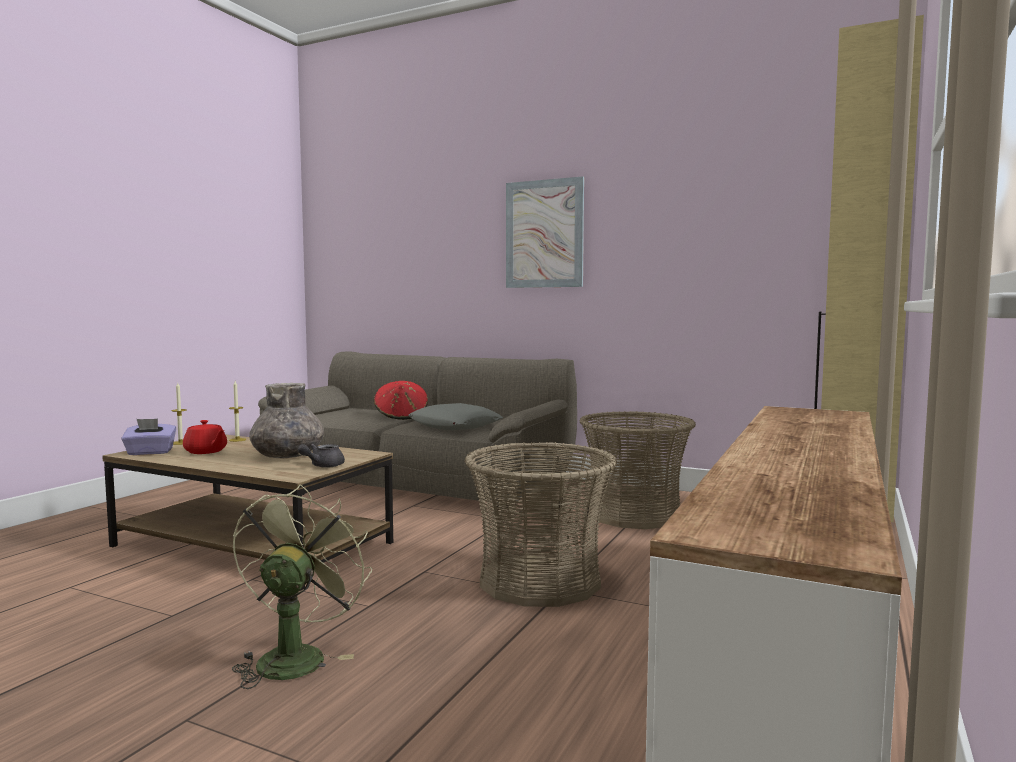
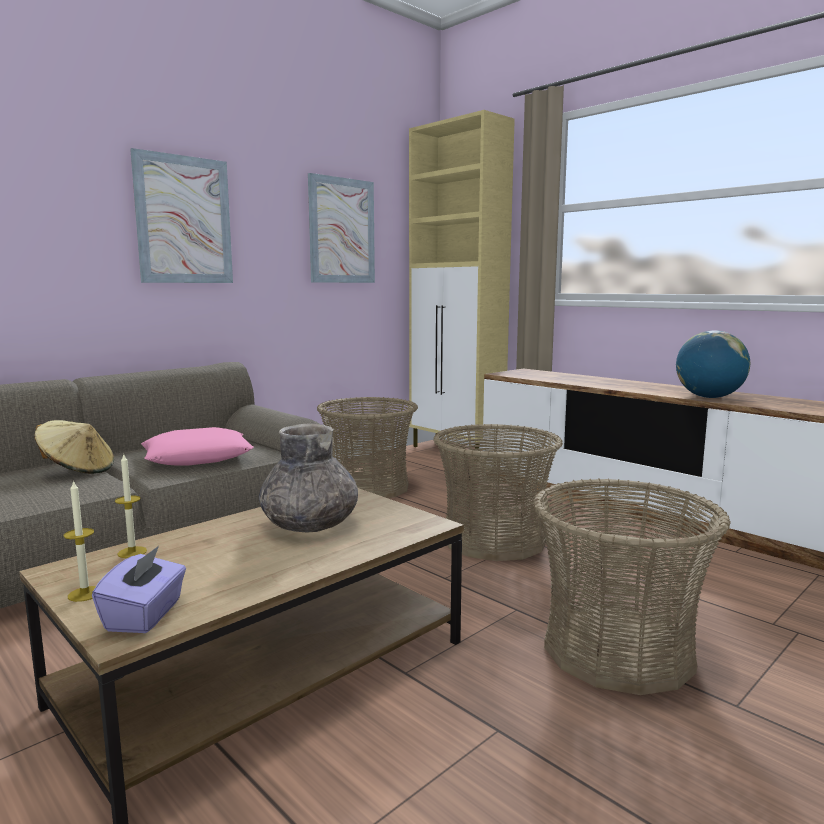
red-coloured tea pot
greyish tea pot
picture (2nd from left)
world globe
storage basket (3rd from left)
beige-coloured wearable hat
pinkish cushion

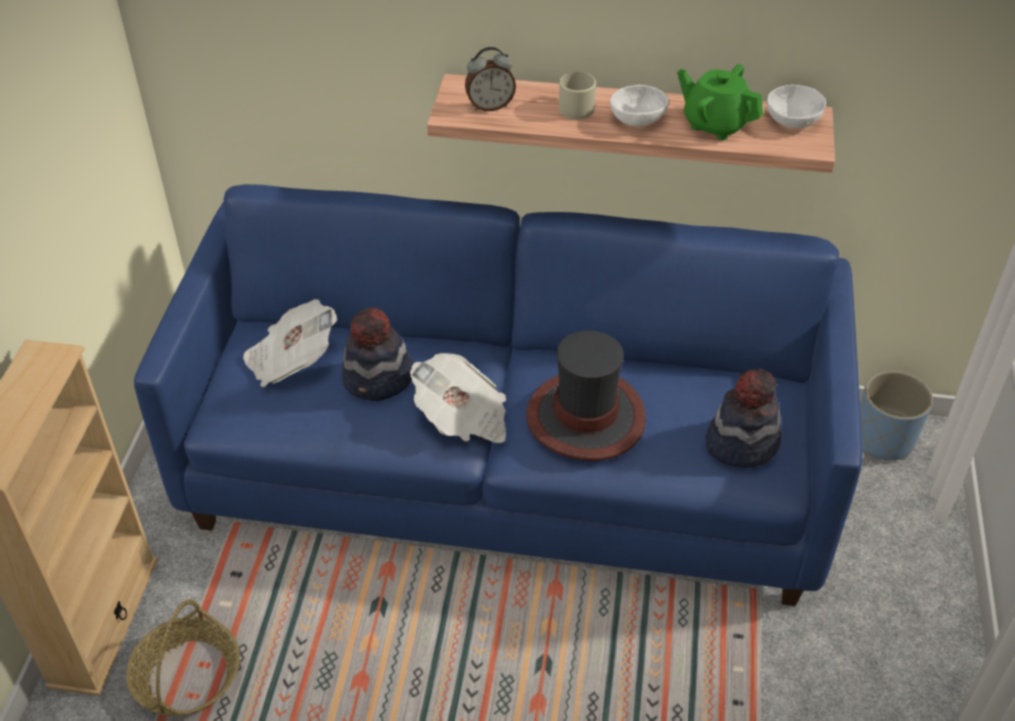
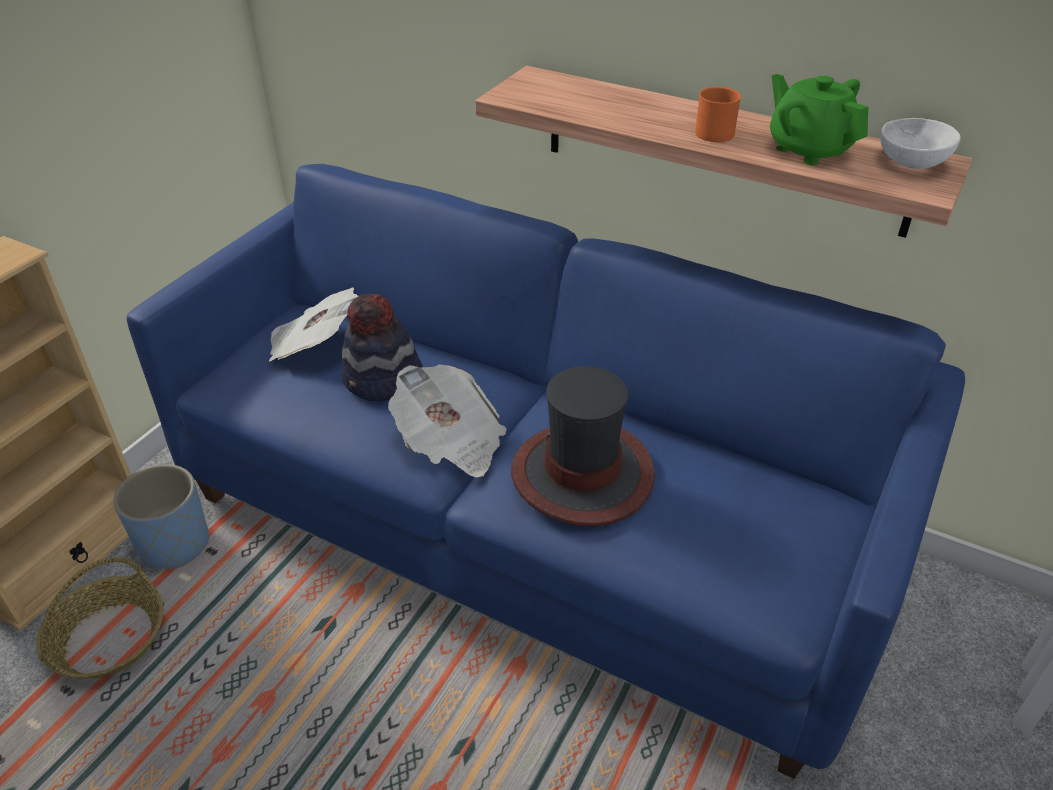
table clock
beige-coloured tea mug
wearable hat (3rd from left in the first image)
blue plant pot
orange tea mug

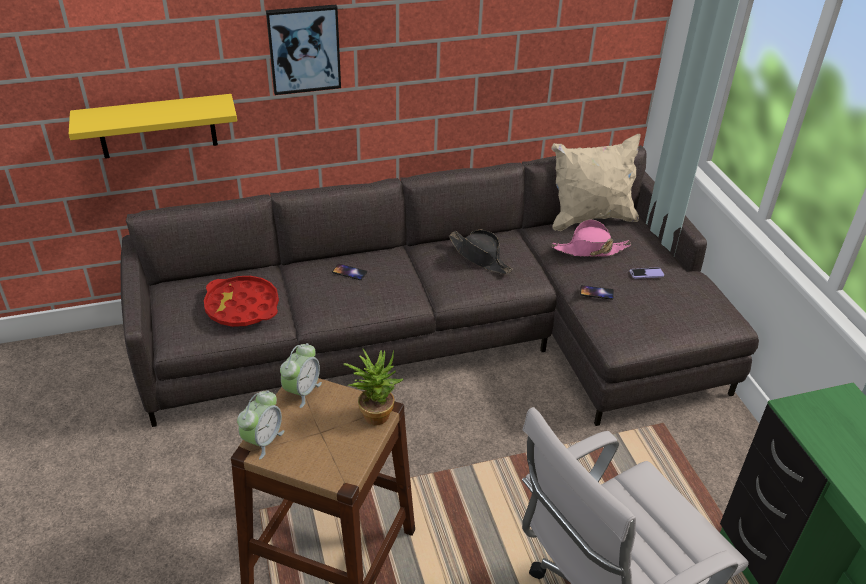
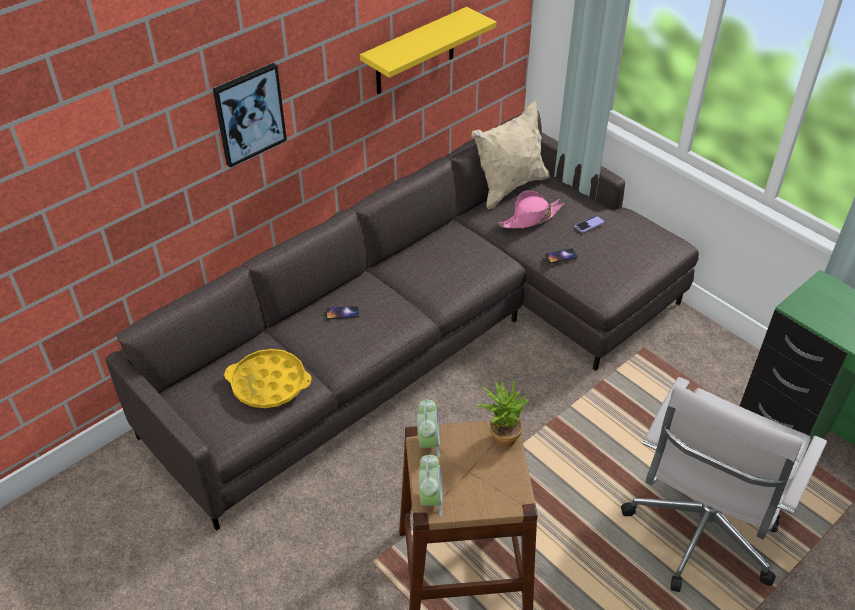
black-coloured wearable hat
yellow bracket shelf
yellow carrying tray

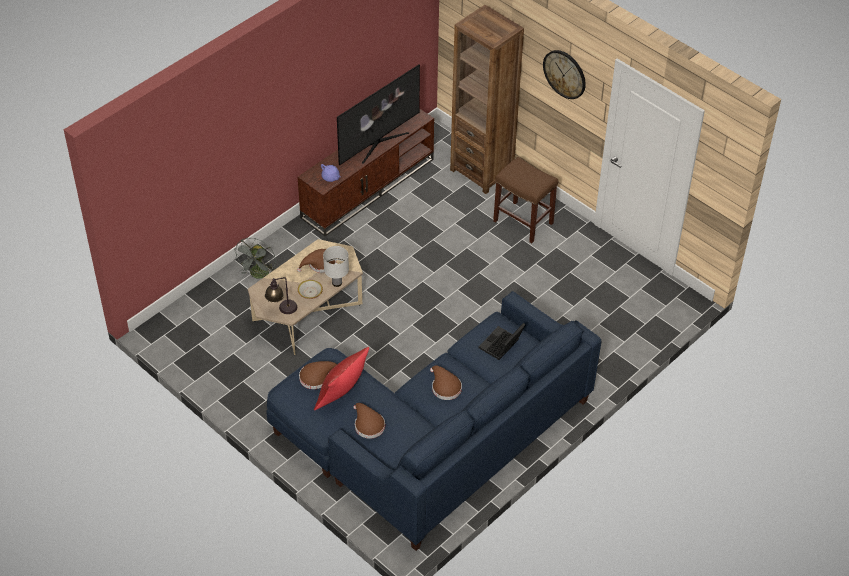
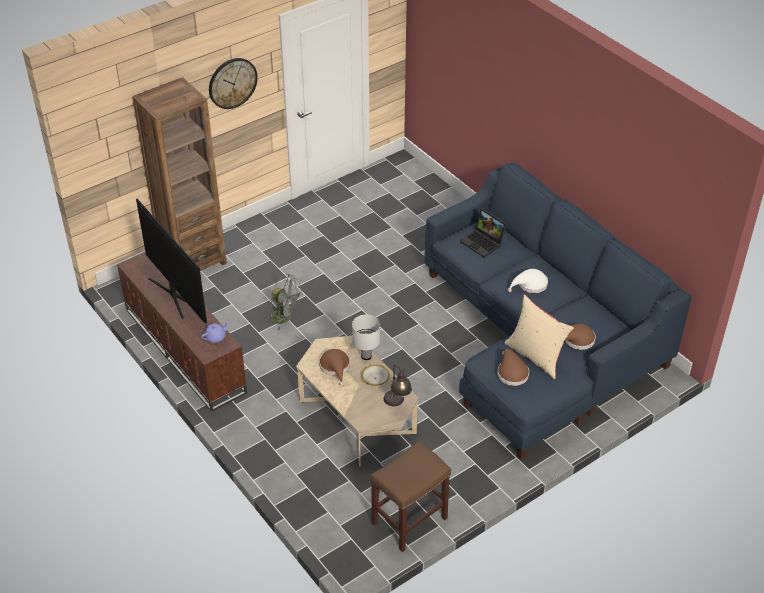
greyish fan
brownish sitting stool
beige-coloured cushion
white wearable hat

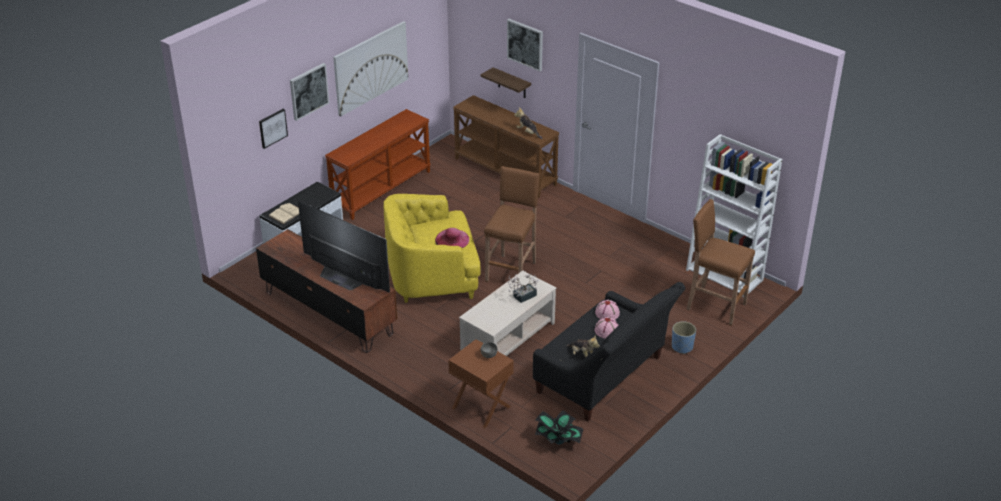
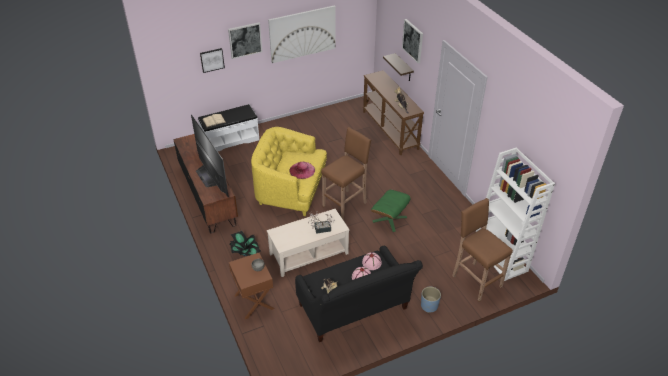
brownish console table (1st from left in the first image)
green ottoman
houseplant (1st from left)

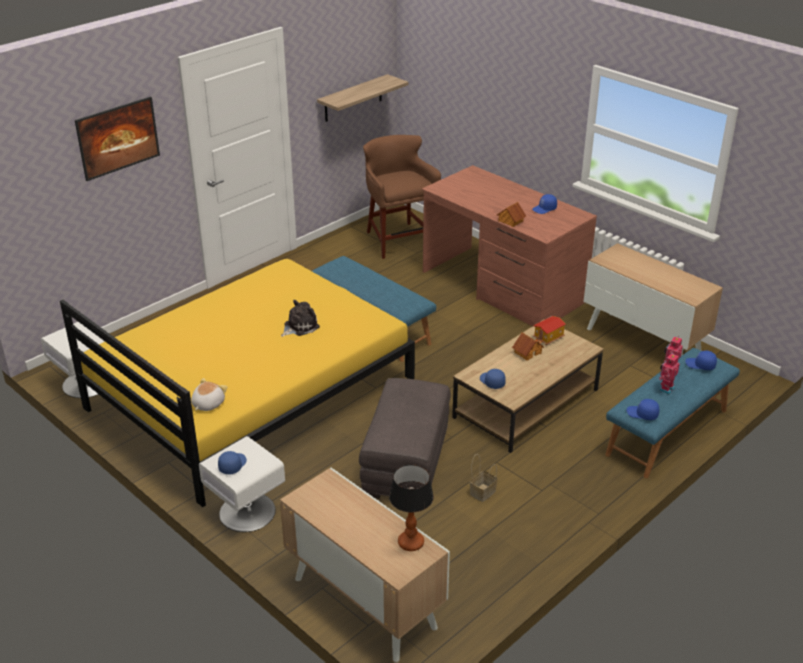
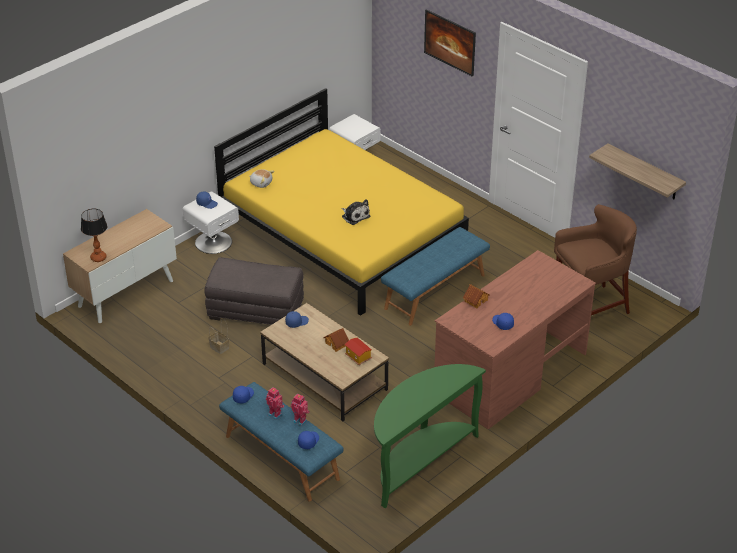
green console table

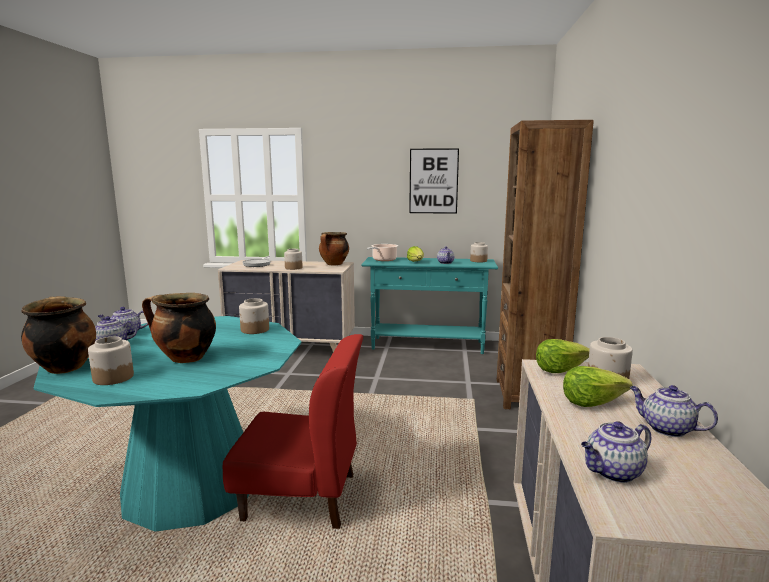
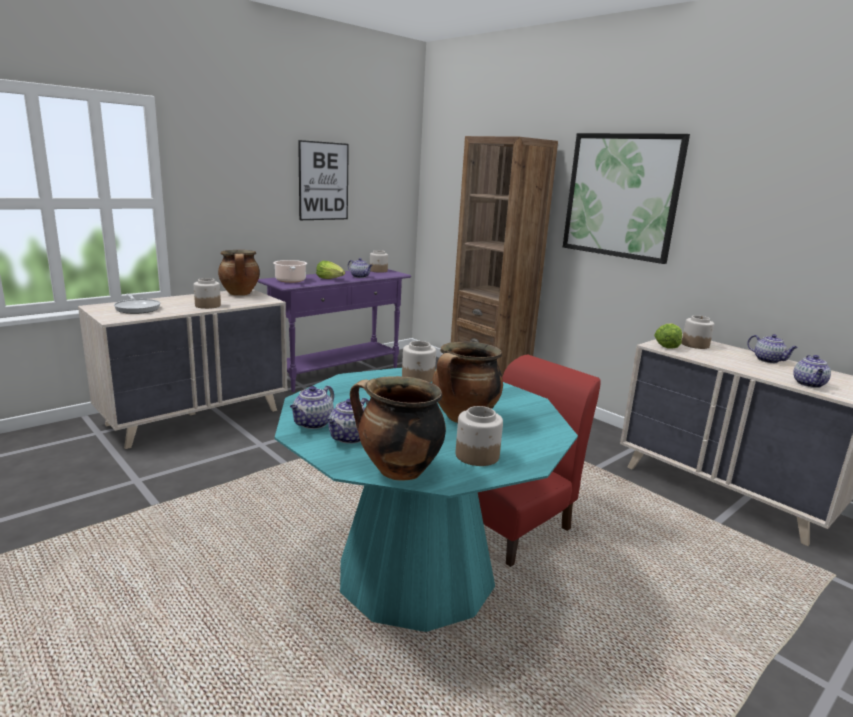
lettuce (3rd from left in the first image)
picture (2nd from left)
purplish console table
tea pot (4th from left)

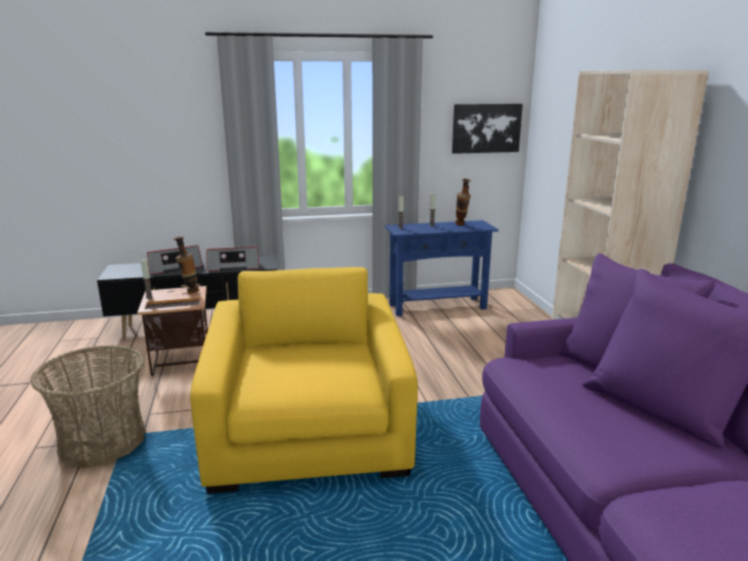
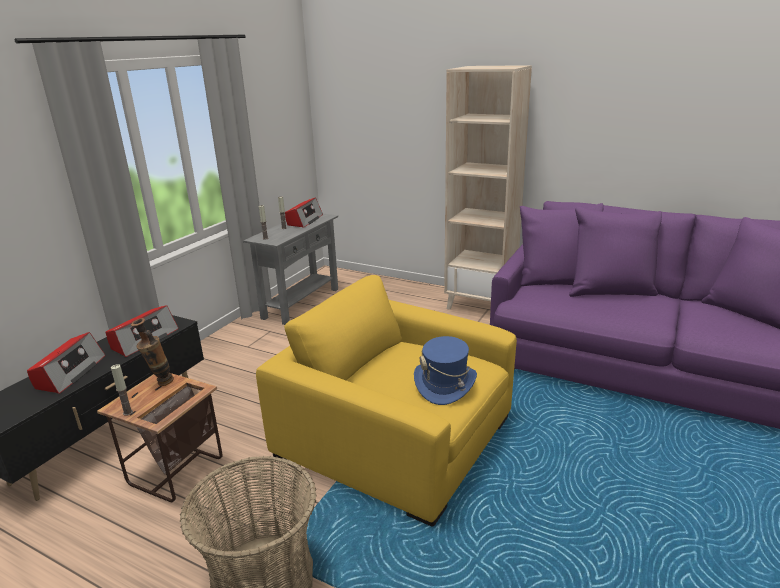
picture
blue wearable hat
radio receiver (3rd from left)
greyish console table

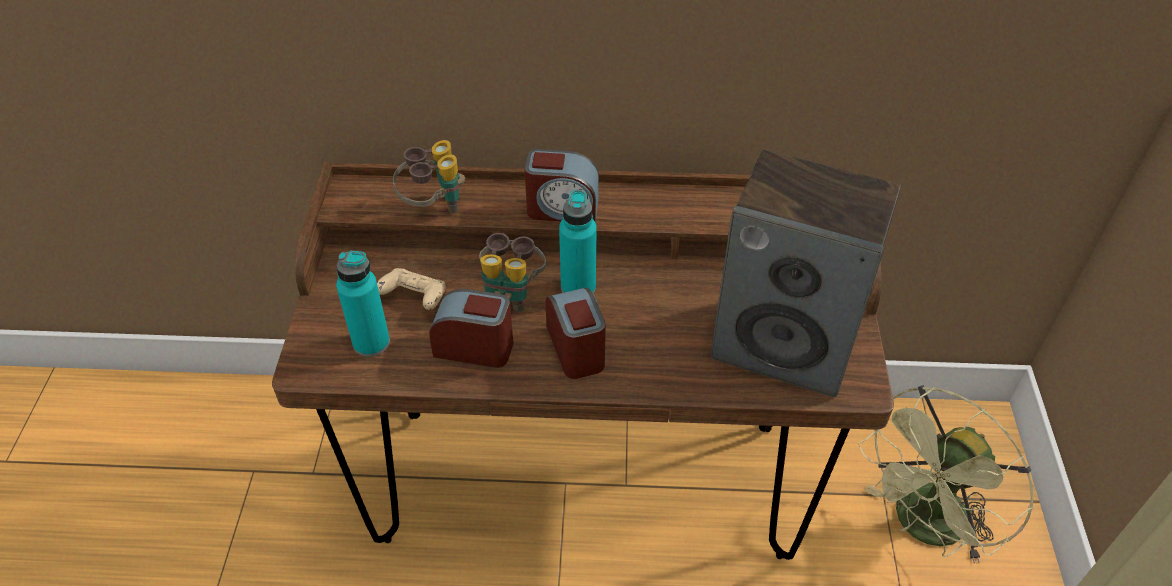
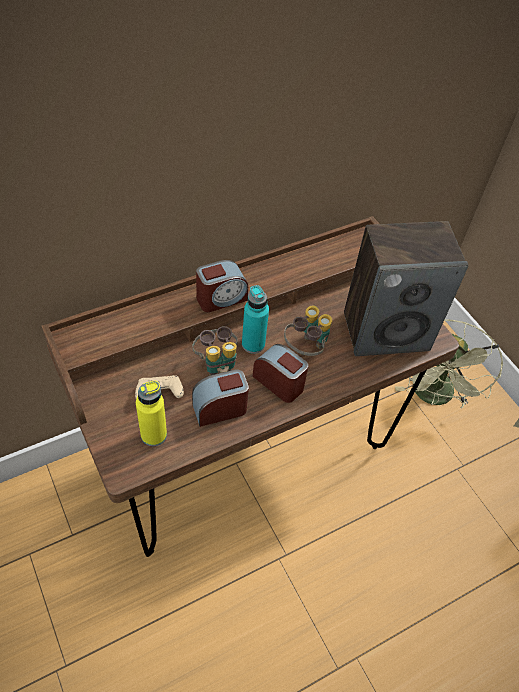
pair of binoculars (2nd from left)
yellow bottle

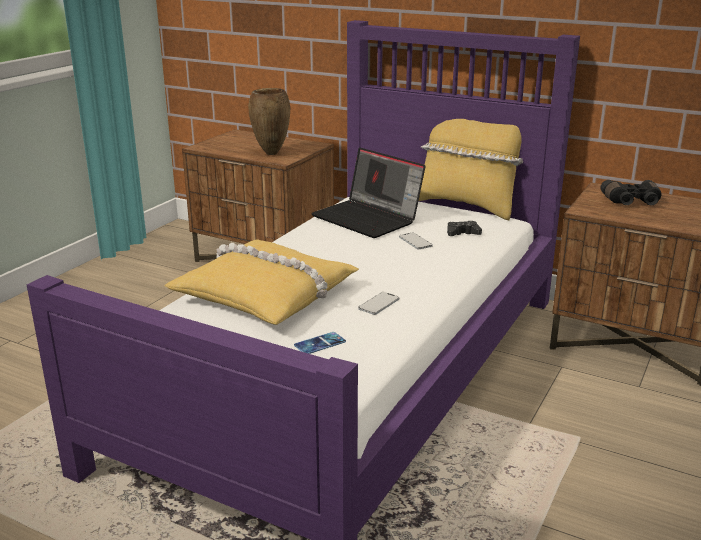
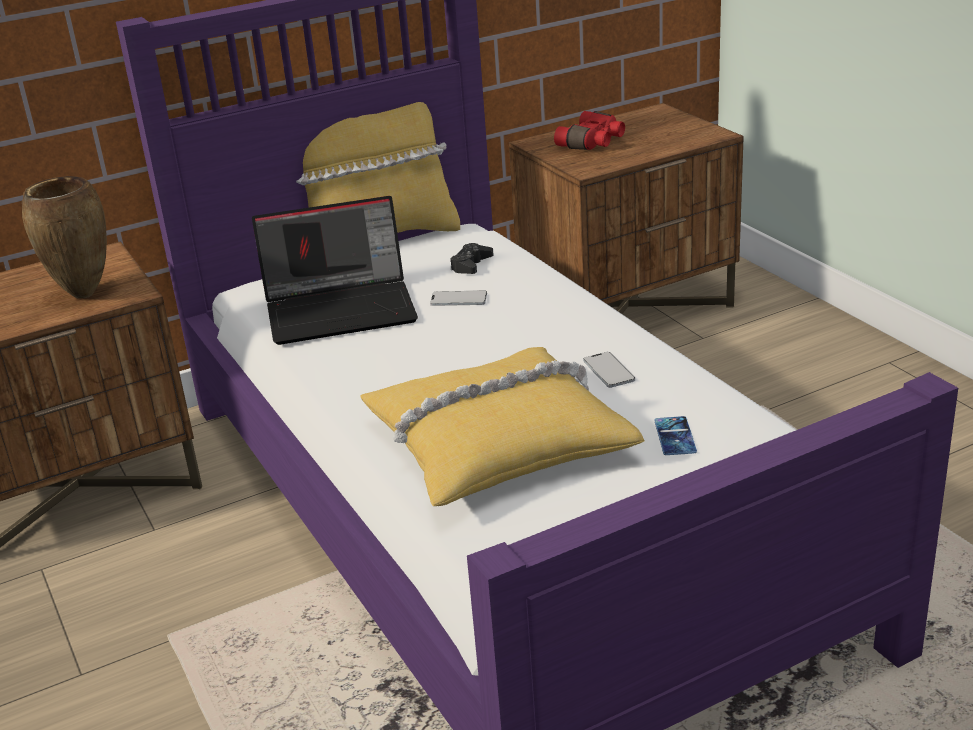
red-coloured pair of binoculars

